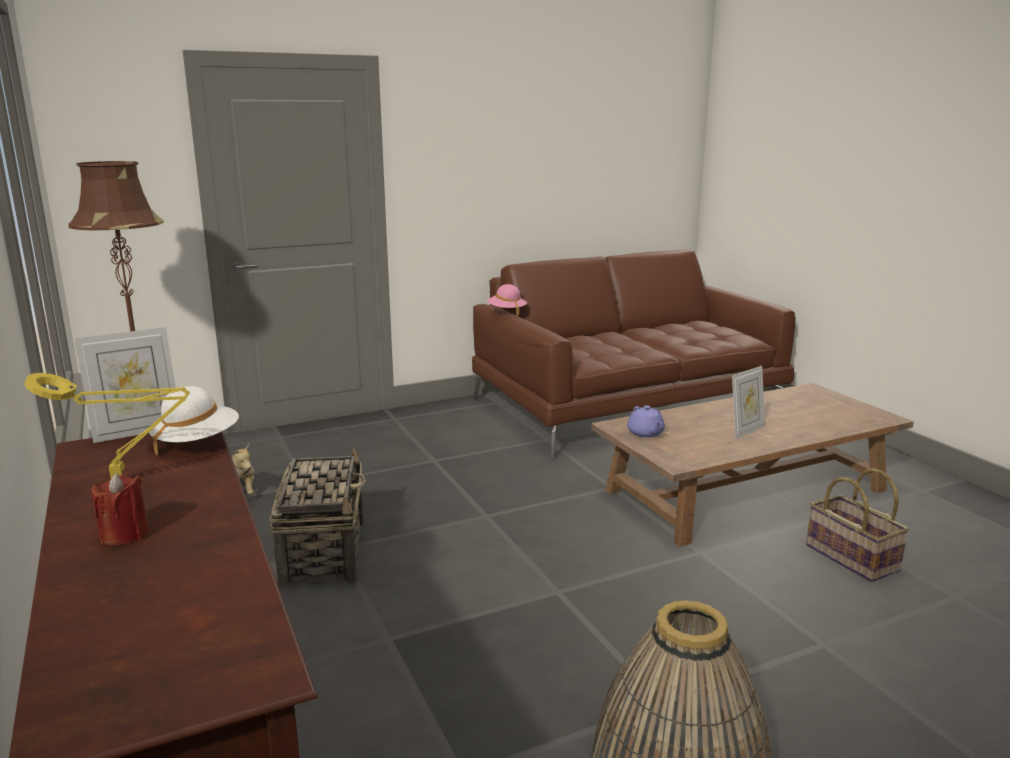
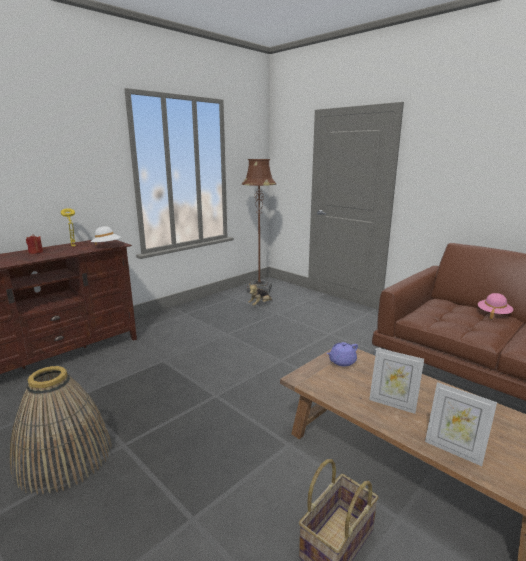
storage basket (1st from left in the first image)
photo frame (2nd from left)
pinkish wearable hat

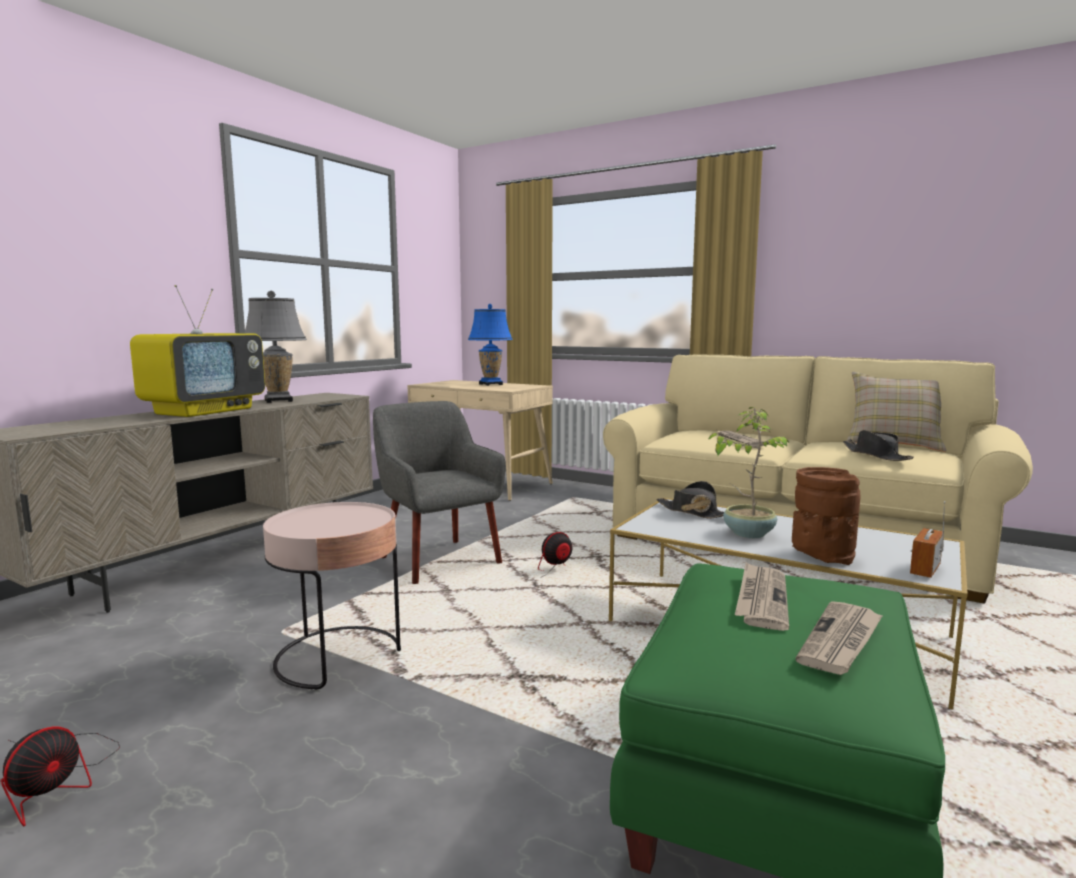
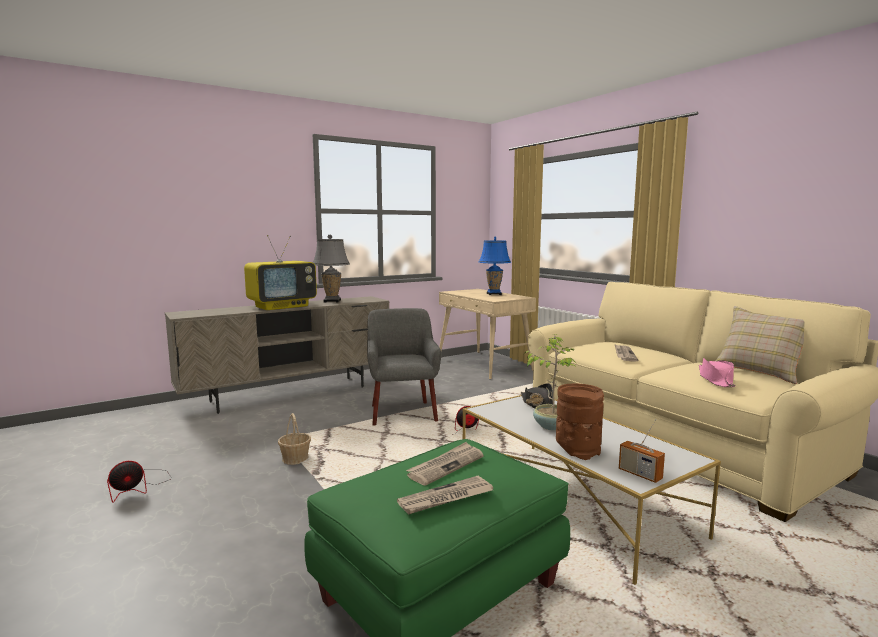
storage basket
pinkish wearable hat
radio receiver

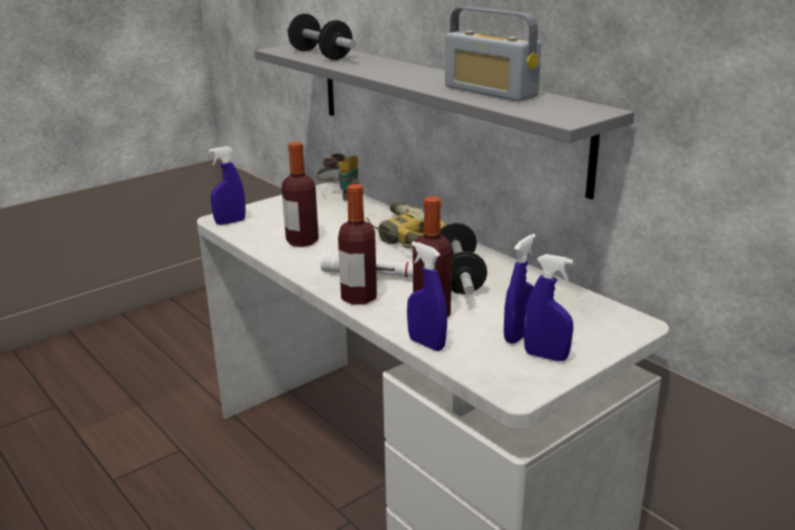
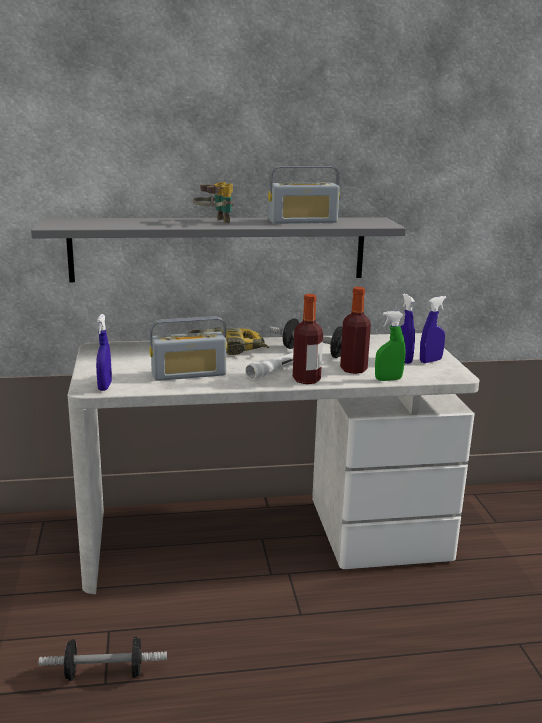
hand weight (1st from left)
pair of binoculars
radio receiver (1st from left)
green sprayer

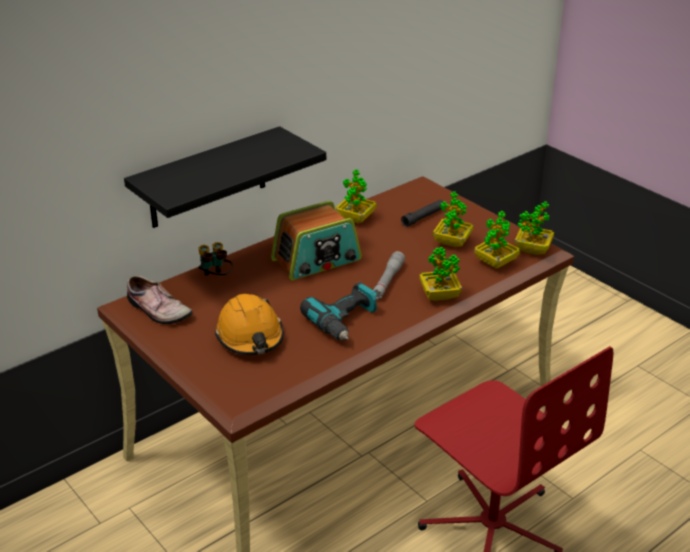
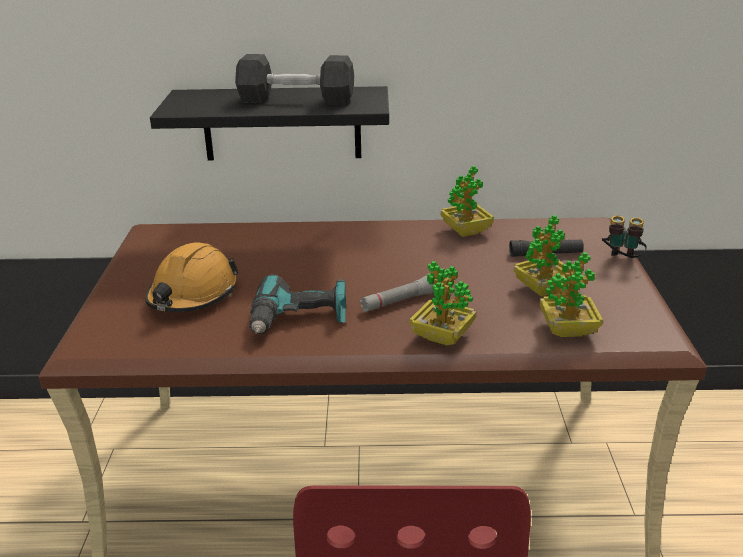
low shoe
radio receiver
houseplant (5th from left in the first image)
greyish hand weight
pair of binoculars

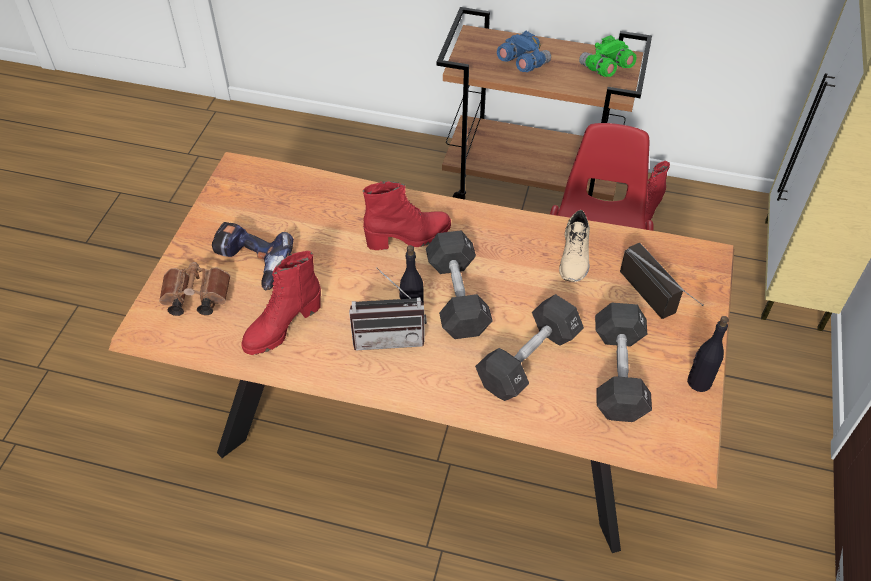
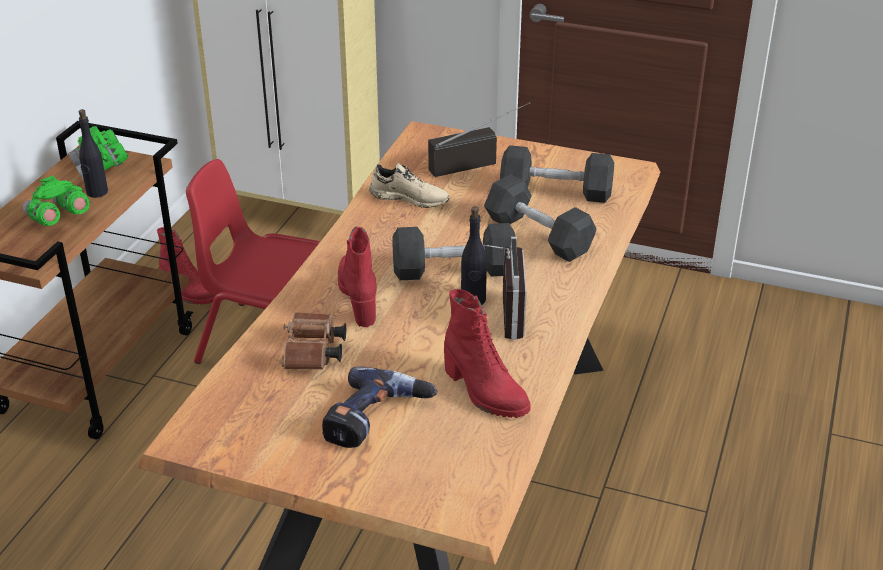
brownish pair of binoculars
black-coloured bottle (1st from left)
green pair of binoculars (1st from left)

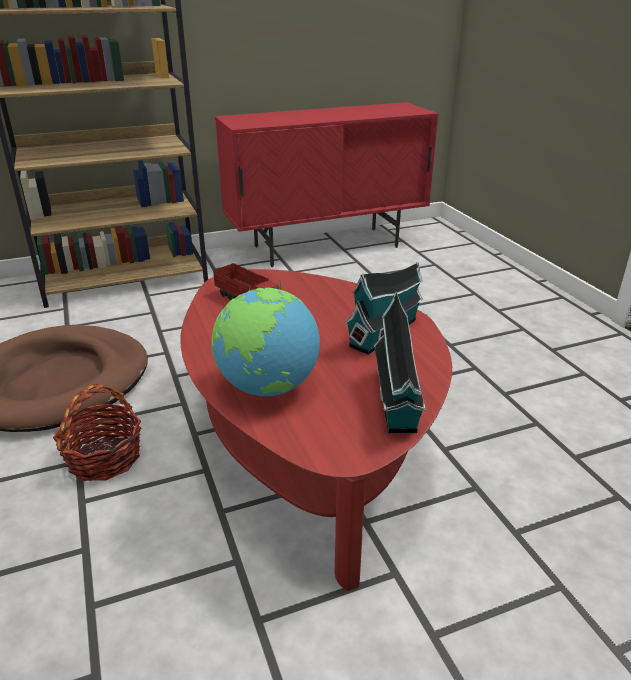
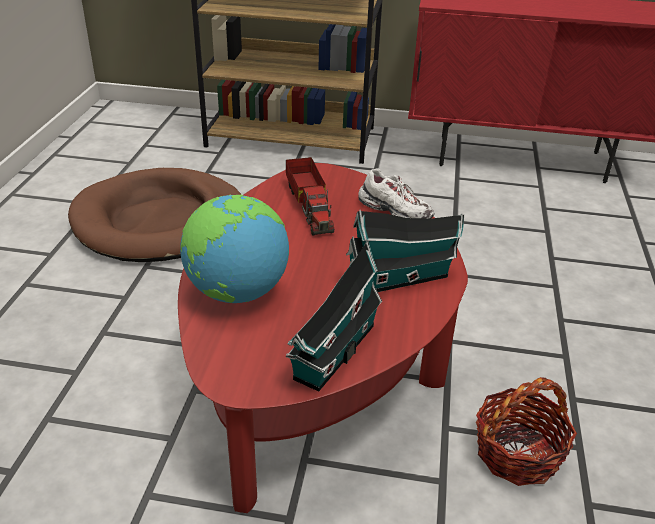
white low shoe
storage basket

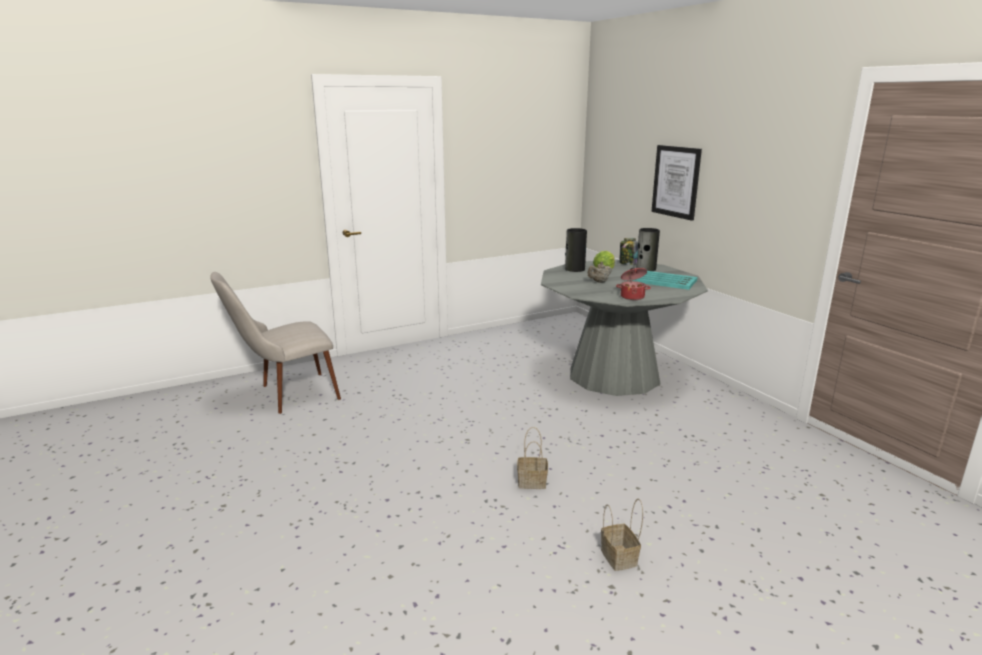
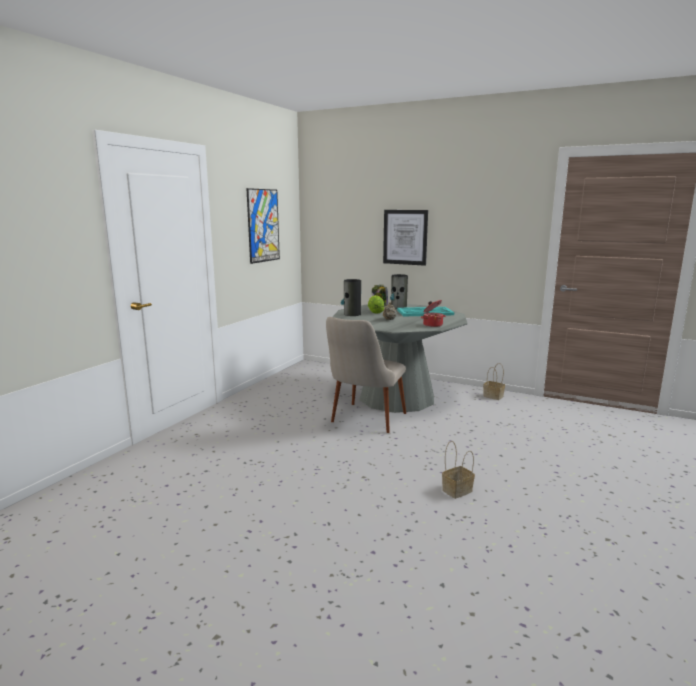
picture (1st from left)
beige-coloured plain chair
storage basket (2nd from left)

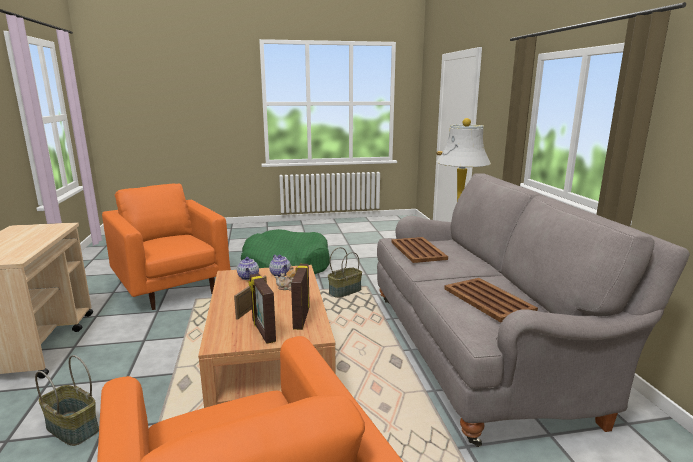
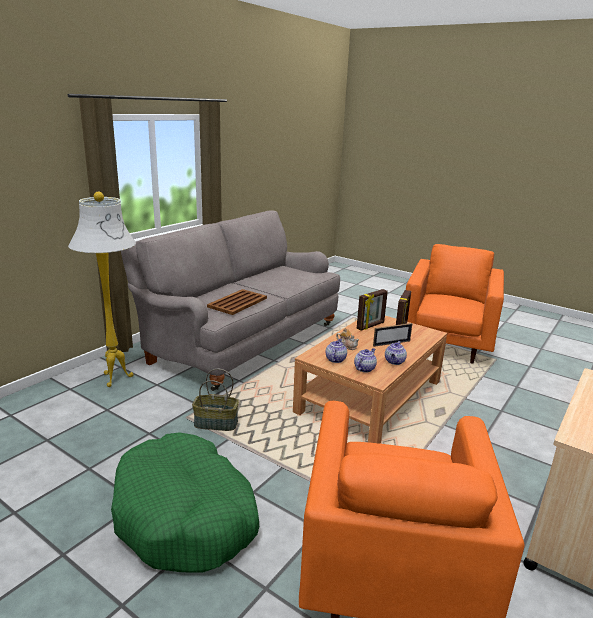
storage basket (1st from left in the first image)
brownish carrying tray (2nd from left in the first image)
tea pot (4th from left)

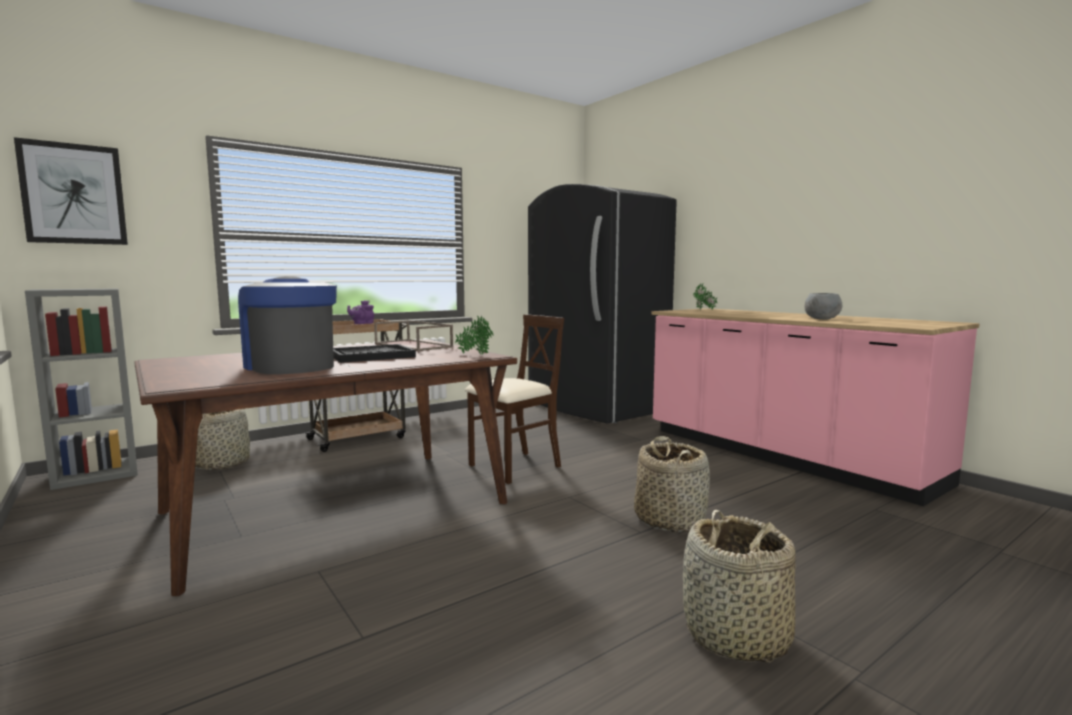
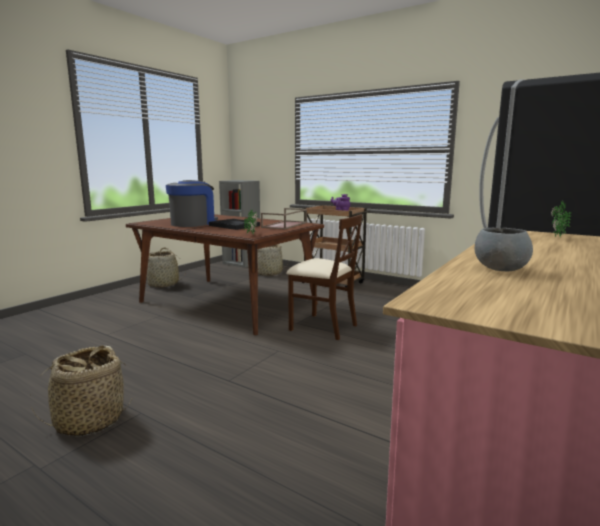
picture
storage basket (2nd from left)

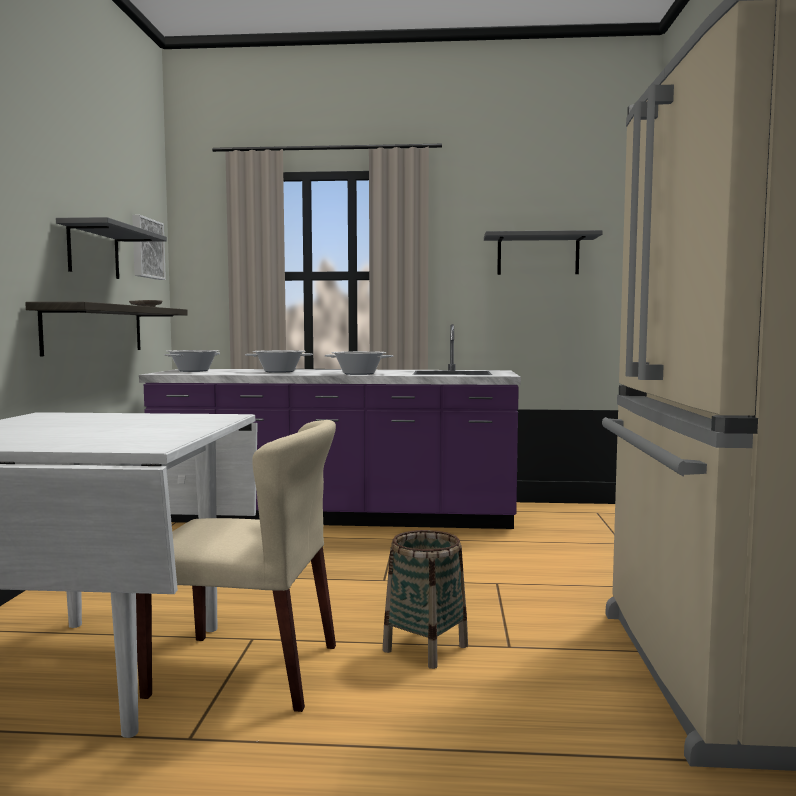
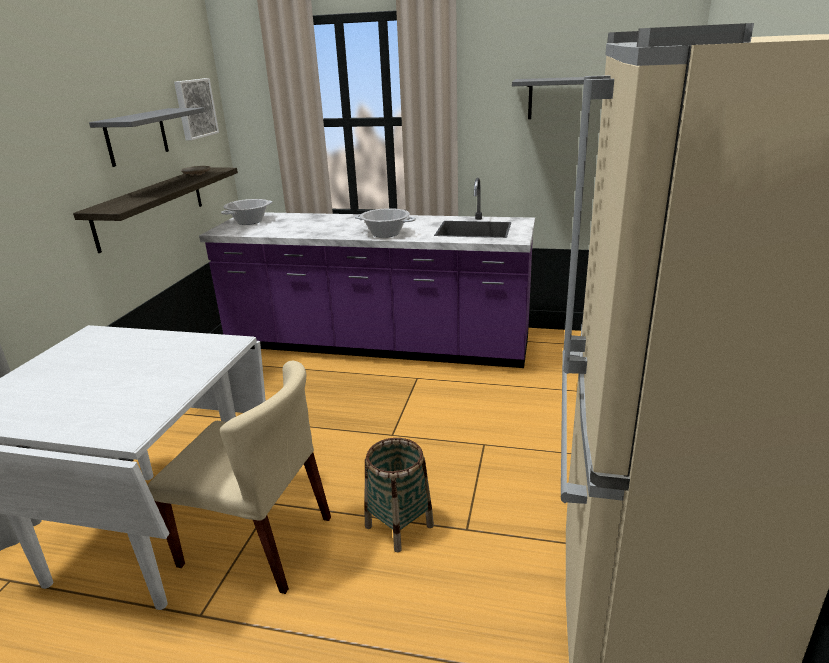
stockpot (2nd from left in the first image)

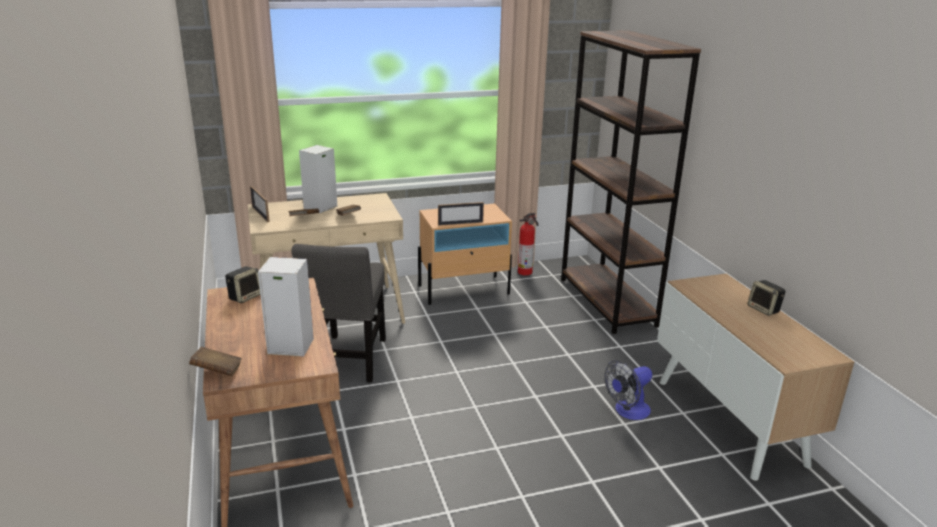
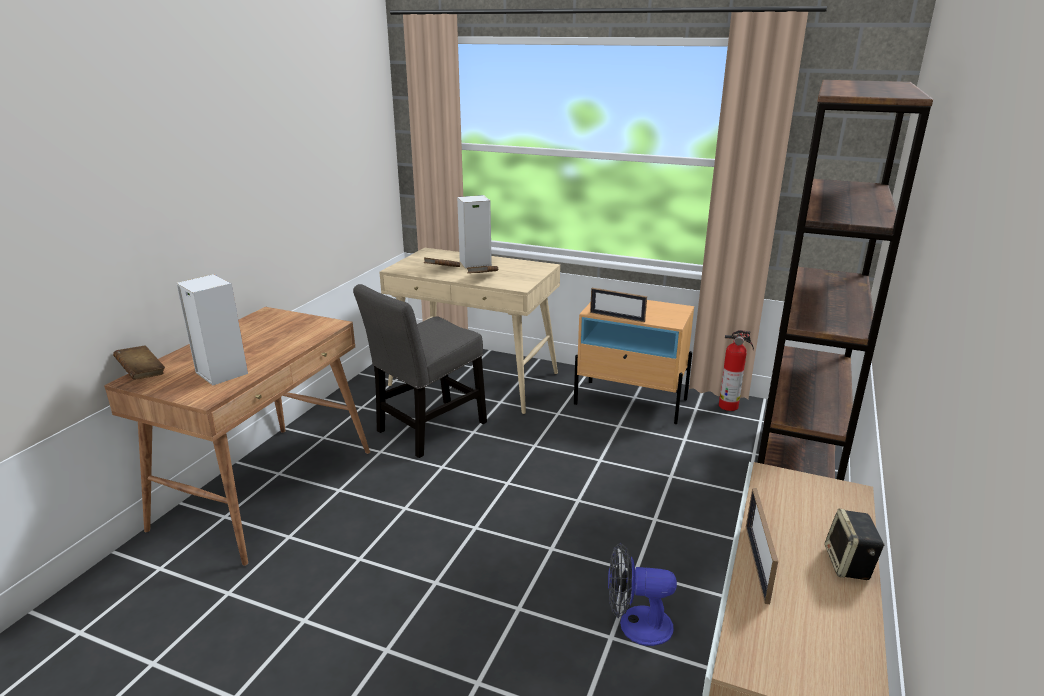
loudspeaker (1st from left in the first image)
photo frame (2nd from left)

